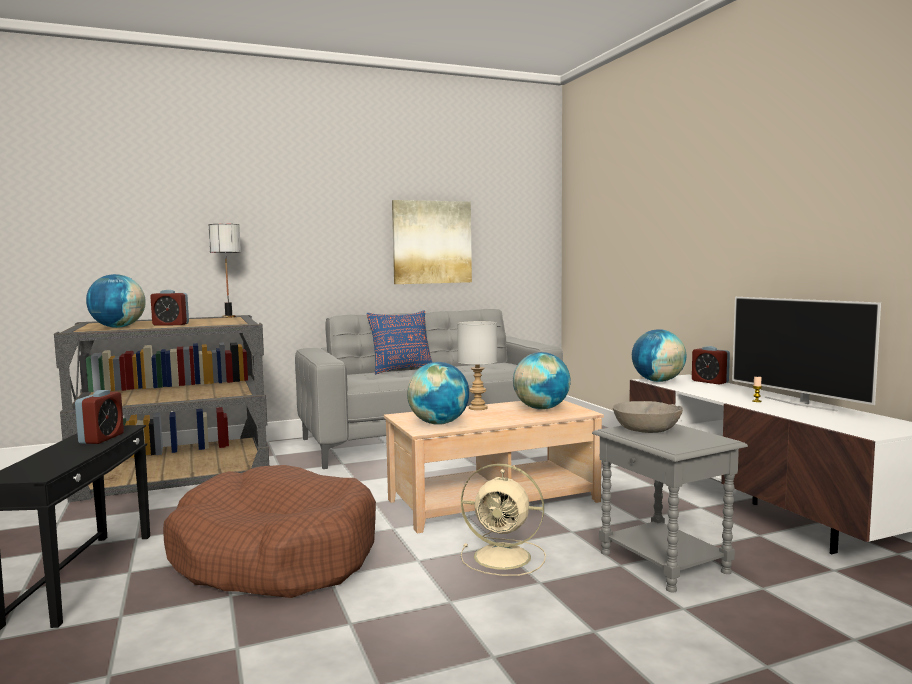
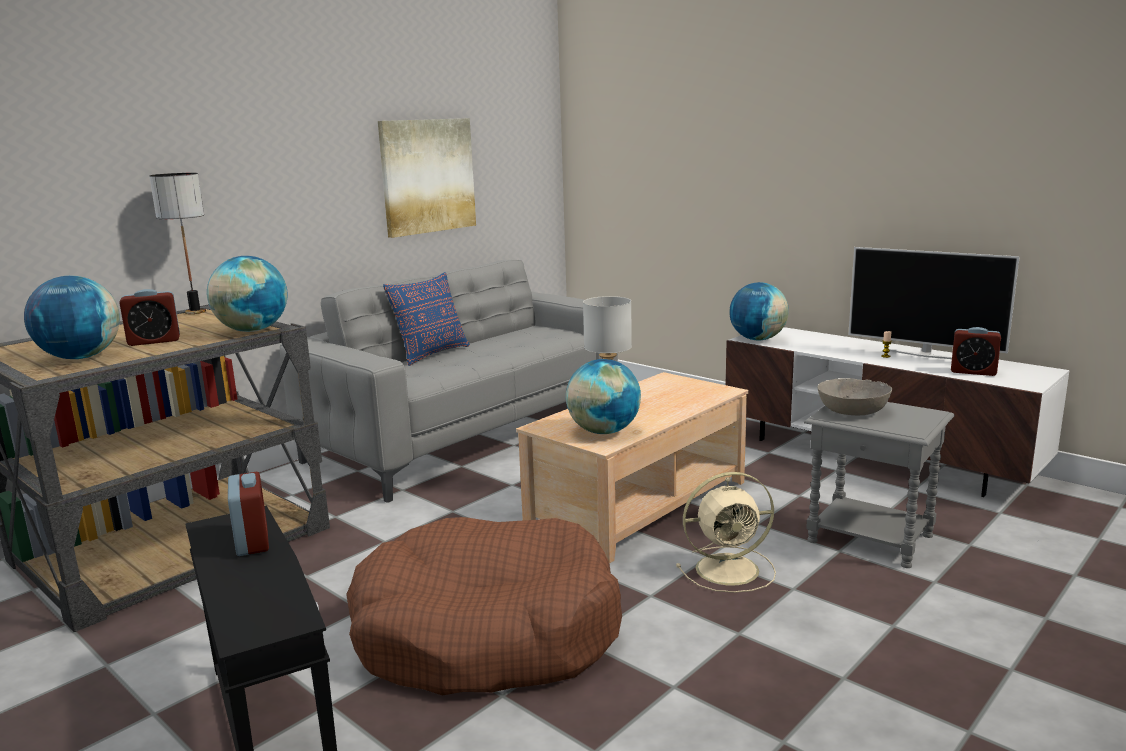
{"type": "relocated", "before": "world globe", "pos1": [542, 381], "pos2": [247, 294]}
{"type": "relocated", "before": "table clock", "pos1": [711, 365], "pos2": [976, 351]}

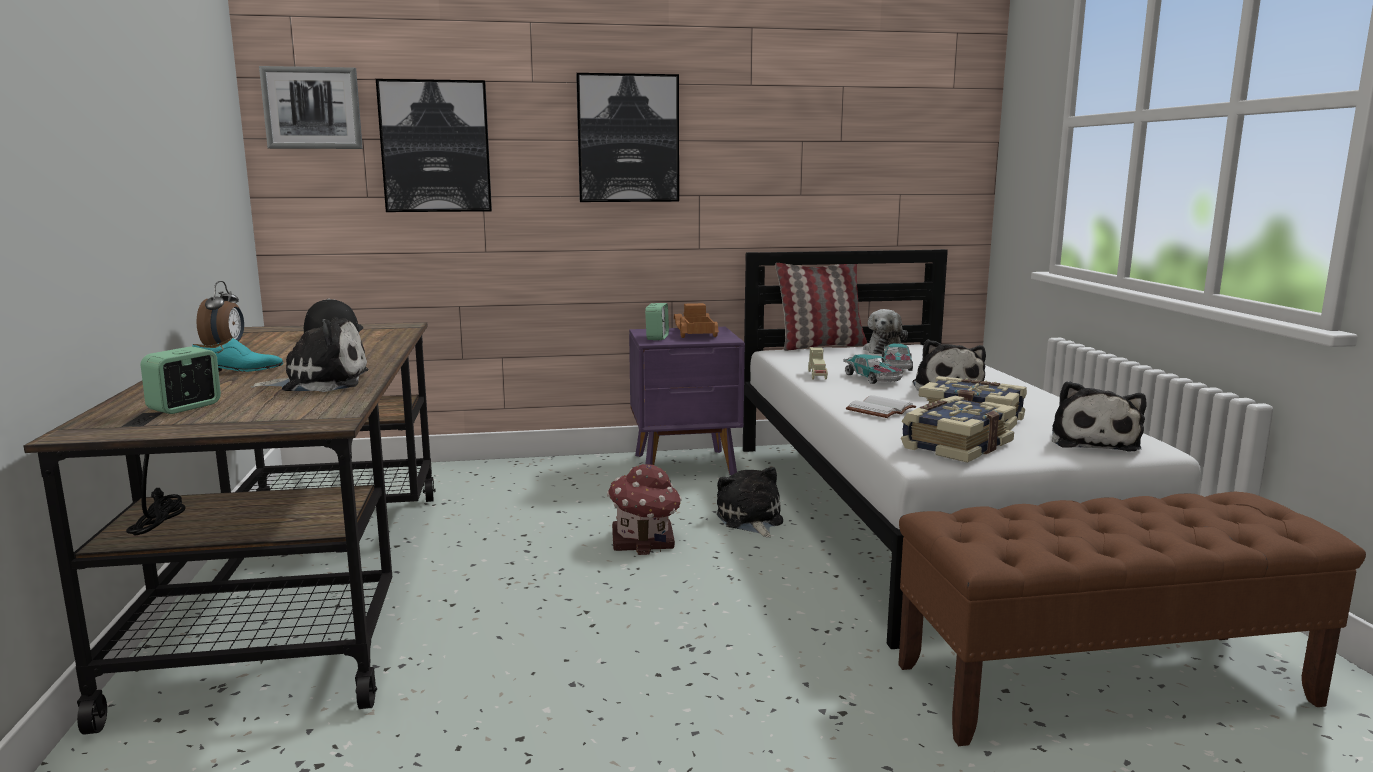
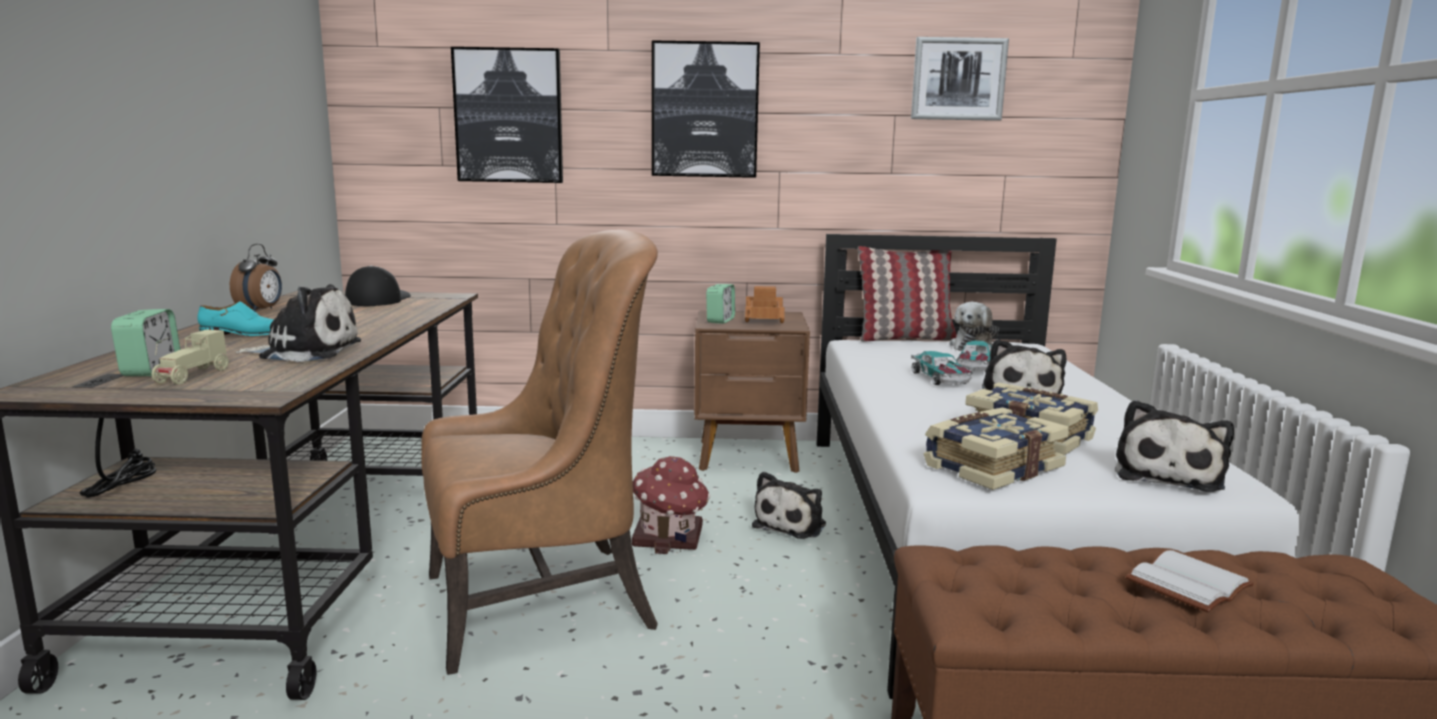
{"type": "spun", "before": "table clock", "pos1": [181, 380], "pos2": [146, 342], "turn": 135}
{"type": "relocated", "before": "sand-coloured miniature car", "pos1": [818, 363], "pos2": [190, 357]}
{"type": "appeared", "after": "brown upright chair", "pos2": [539, 452]}
{"type": "colour", "before": "purplish bedside table", "after": "brown bedside table", "pos1": [687, 401], "pos2": [752, 391]}
{"type": "spun", "before": "cuddly toy", "pos1": [750, 502], "pos2": [789, 505], "turn": -150}
{"type": "relocated", "before": "wall picture", "pos1": [311, 107], "pos2": [960, 79]}
{"type": "relocated", "before": "white bound book", "pos1": [881, 406], "pos2": [1189, 581]}

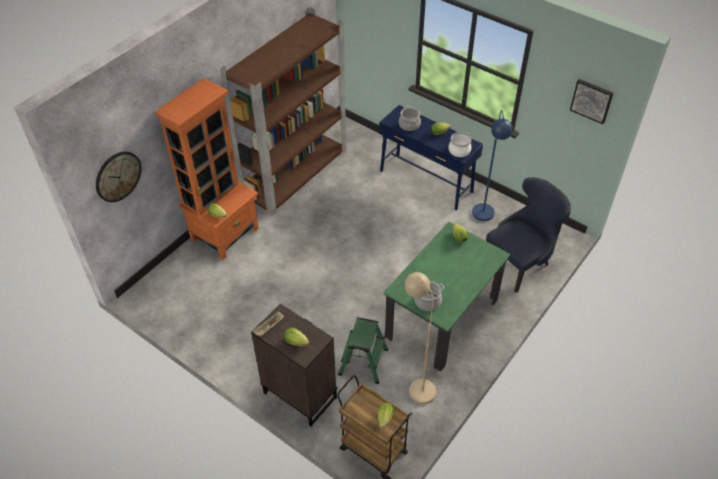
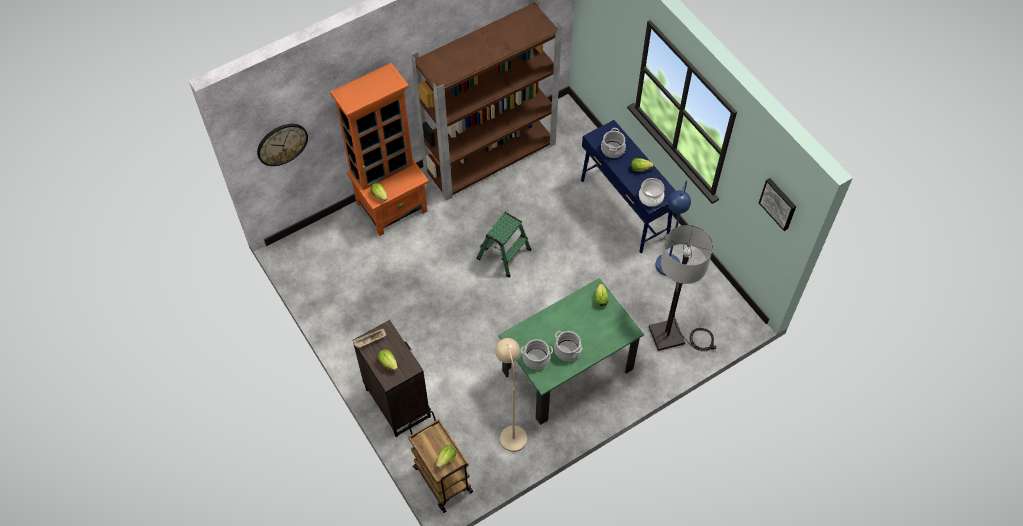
{"type": "relocated", "before": "green stepladder", "pos1": [363, 350], "pos2": [504, 245]}
{"type": "appeared", "after": "stockpot", "pos2": [568, 346]}
{"type": "exchanged", "before": "bluish upright chair", "after": "standing lamp", "pos1": [528, 235], "pos2": [682, 288]}

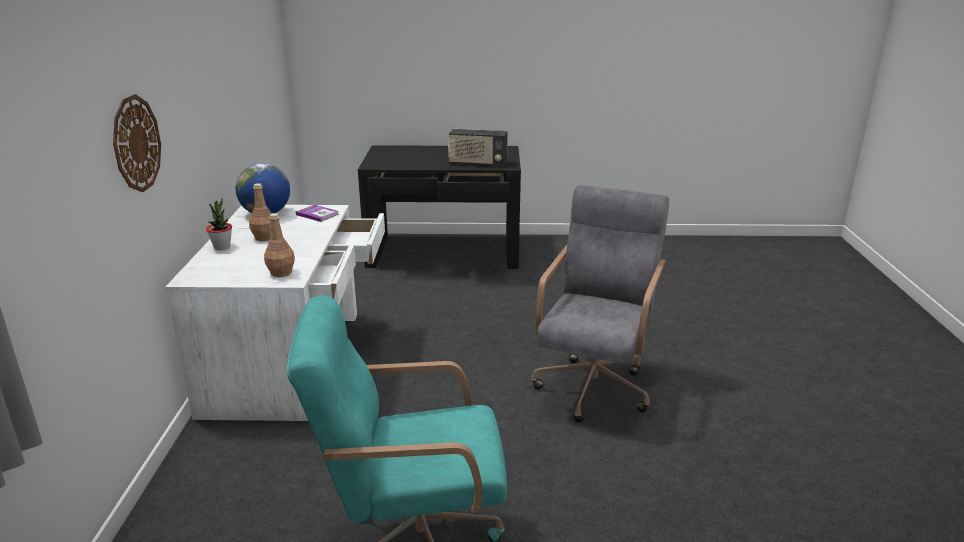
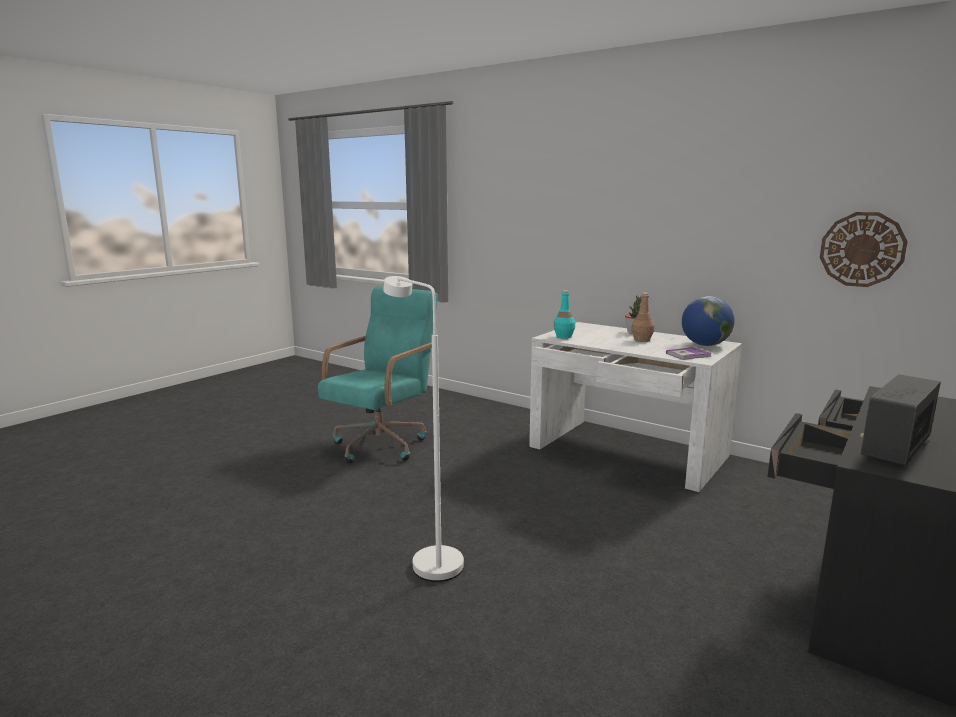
{"type": "exchanged", "before": "greyish computer chair", "after": "white standing lamp", "pos1": [600, 304], "pos2": [423, 429]}
{"type": "colour", "before": "brown drink bottle", "after": "turquoise-coloured drink bottle", "pos1": [279, 245], "pos2": [564, 314]}
{"type": "relocated", "before": "wall clock", "pos1": [137, 143], "pos2": [864, 249]}

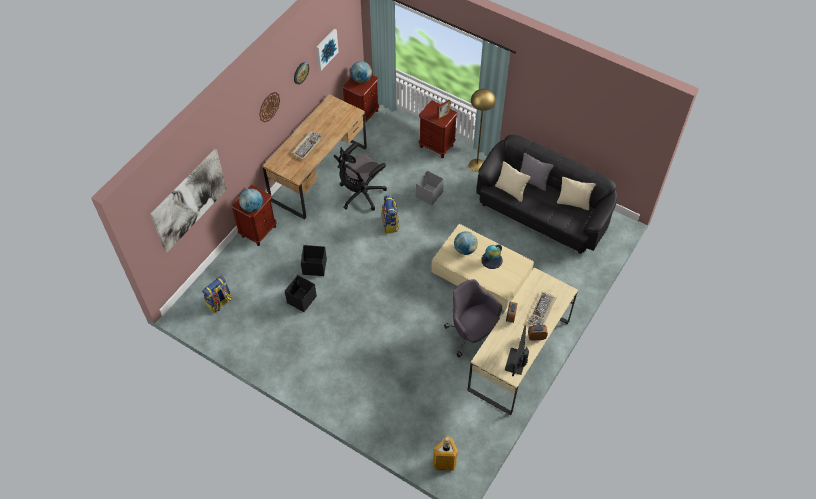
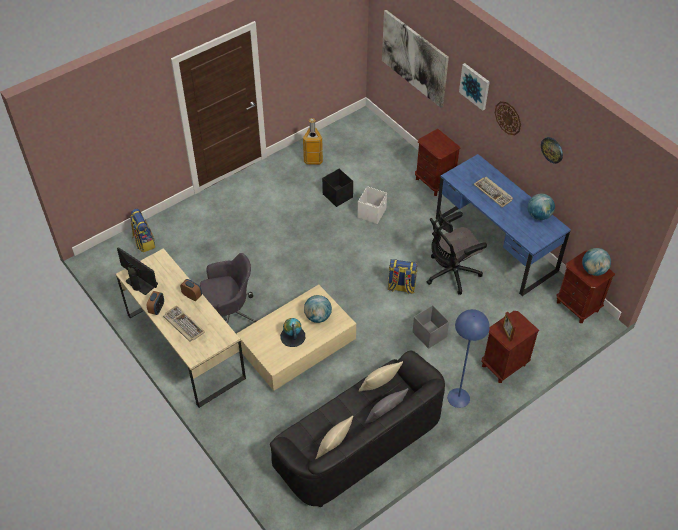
{"type": "relocated", "before": "backpack", "pos1": [217, 294], "pos2": [142, 230]}
{"type": "relocated", "before": "trash can", "pos1": [445, 453], "pos2": [313, 141]}
{"type": "colour", "before": "black-coloured storage box", "after": "white storage box", "pos1": [314, 260], "pos2": [372, 205]}
{"type": "spun", "before": "computer chair", "pos1": [360, 176], "pos2": [457, 253], "turn": -90}
{"type": "colour", "before": "brown desk table", "after": "bluish desk table", "pos1": [314, 156], "pos2": [503, 225]}
{"type": "colour", "before": "yellowish standing lamp", "after": "bluish standing lamp", "pos1": [482, 130], "pos2": [468, 358]}
{"type": "relocated", "before": "wall picture", "pos1": [327, 49], "pos2": [474, 87]}
{"type": "relocated", "before": "world globe", "pos1": [251, 200], "pos2": [541, 206]}

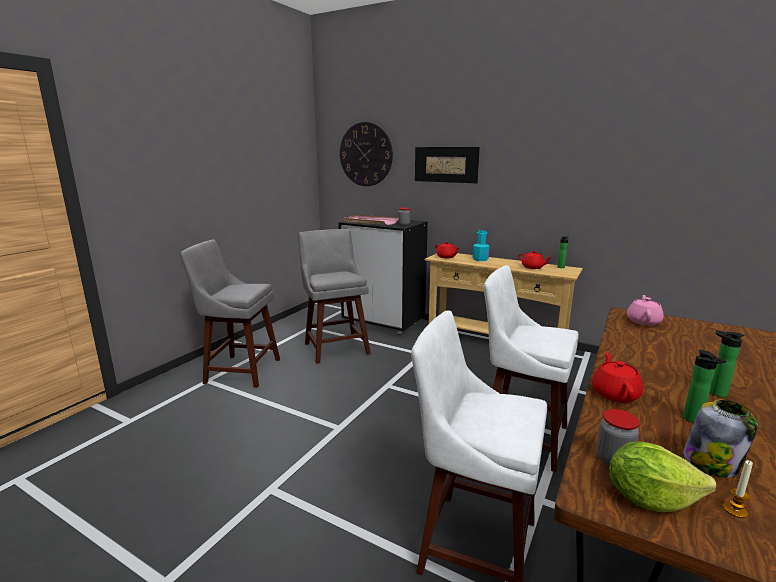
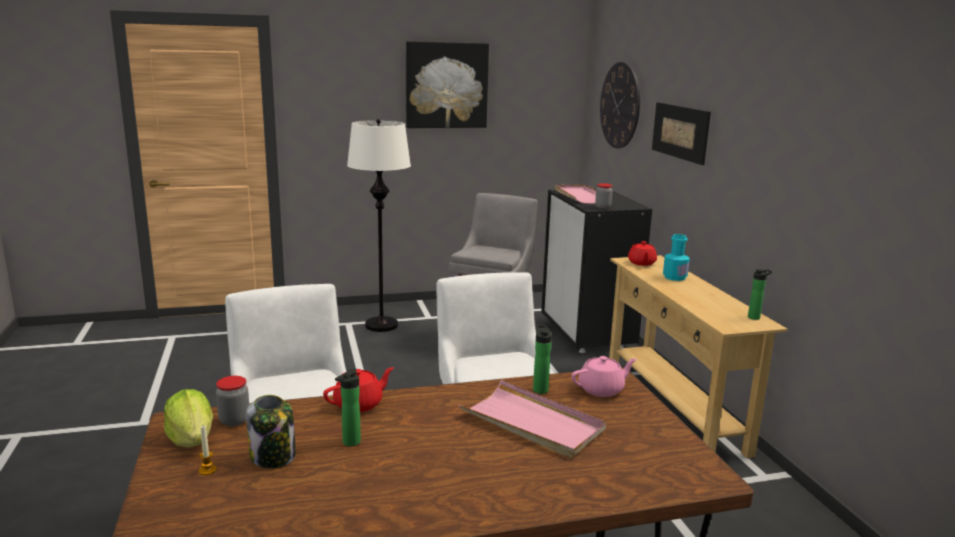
{"type": "exchanged", "before": "greyish upright chair", "after": "white standing lamp", "pos1": [230, 314], "pos2": [379, 225]}
{"type": "appeared", "after": "wall picture", "pos2": [447, 84]}
{"type": "appeared", "after": "pink serving tray", "pos2": [532, 419]}
{"type": "relocated", "before": "drink bottle", "pos1": [727, 363], "pos2": [542, 359]}
{"type": "missing", "before": "red-coloured pot for tea", "pos1": [535, 260]}

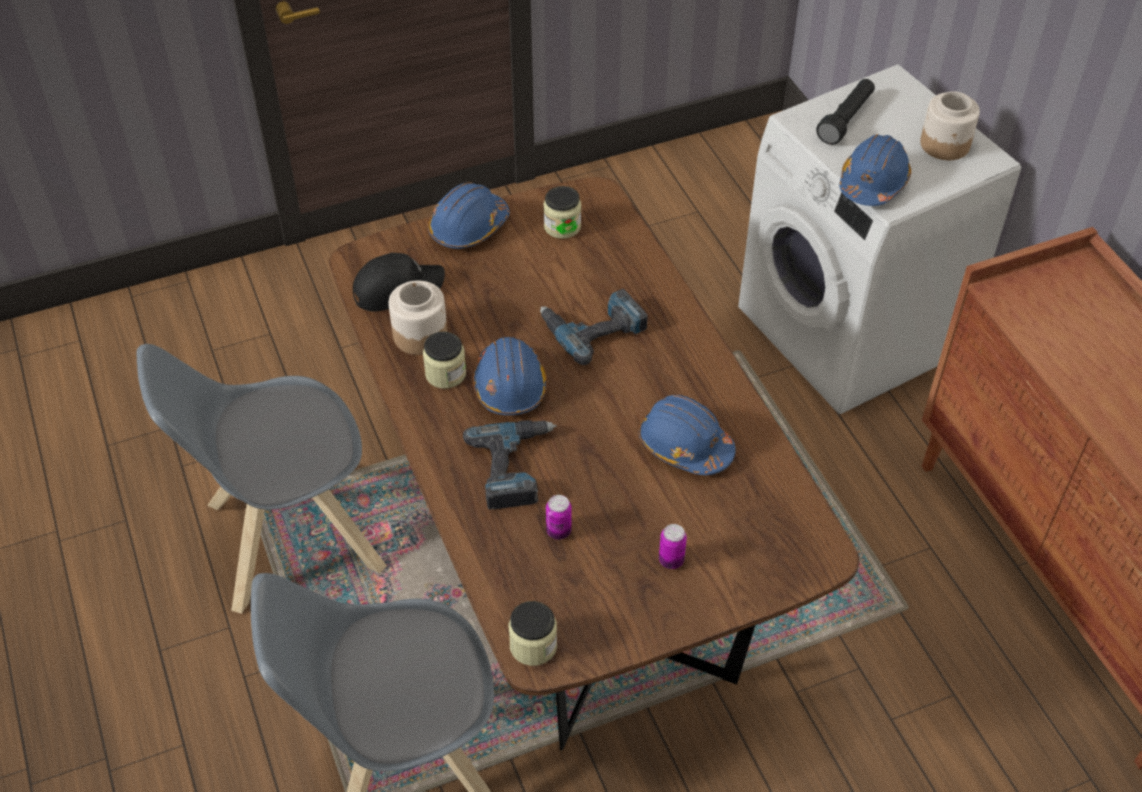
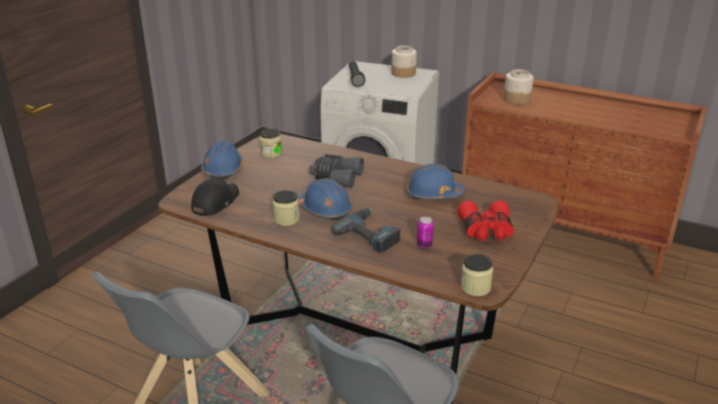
{"type": "exchanged", "before": "electric drill", "after": "greyish binoculars", "pos1": [594, 327], "pos2": [336, 171]}
{"type": "exchanged", "before": "can", "after": "red-coloured binoculars", "pos1": [673, 546], "pos2": [485, 220]}
{"type": "relocated", "before": "storage jar", "pos1": [418, 318], "pos2": [519, 87]}
{"type": "missing", "before": "bluish safety helmet", "pos1": [875, 170]}

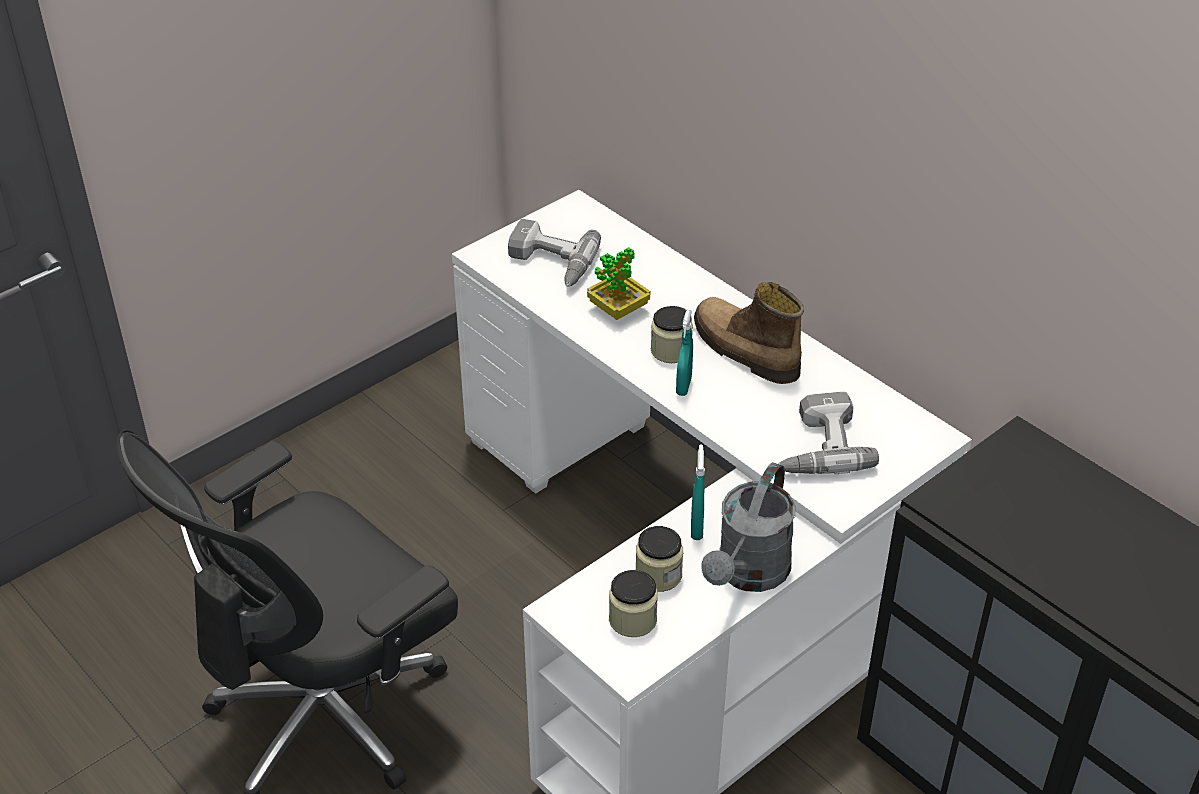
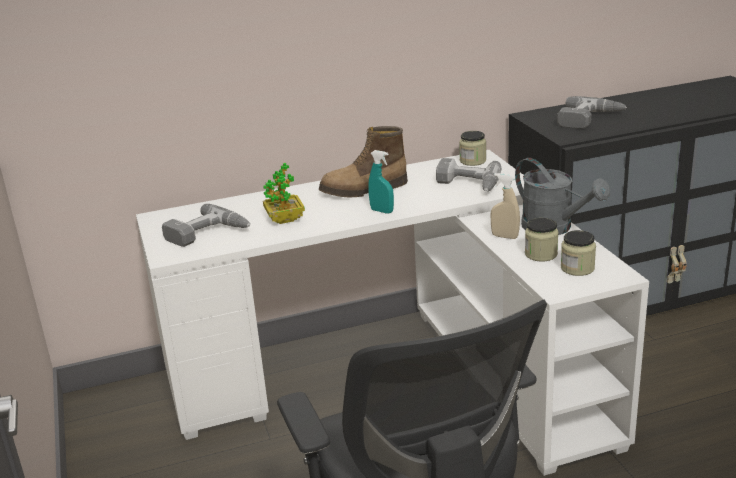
{"type": "relocated", "before": "storage jar", "pos1": [672, 334], "pos2": [472, 148]}
{"type": "colour", "before": "turquoise-coloured spray bottle", "after": "sand-coloured spray bottle", "pos1": [698, 492], "pos2": [505, 206]}
{"type": "appeared", "after": "electric drill", "pos2": [592, 112]}

